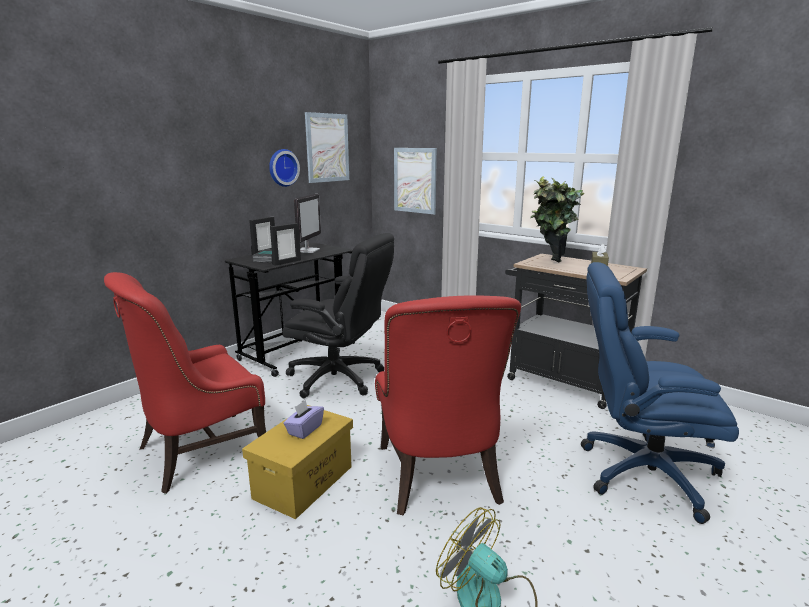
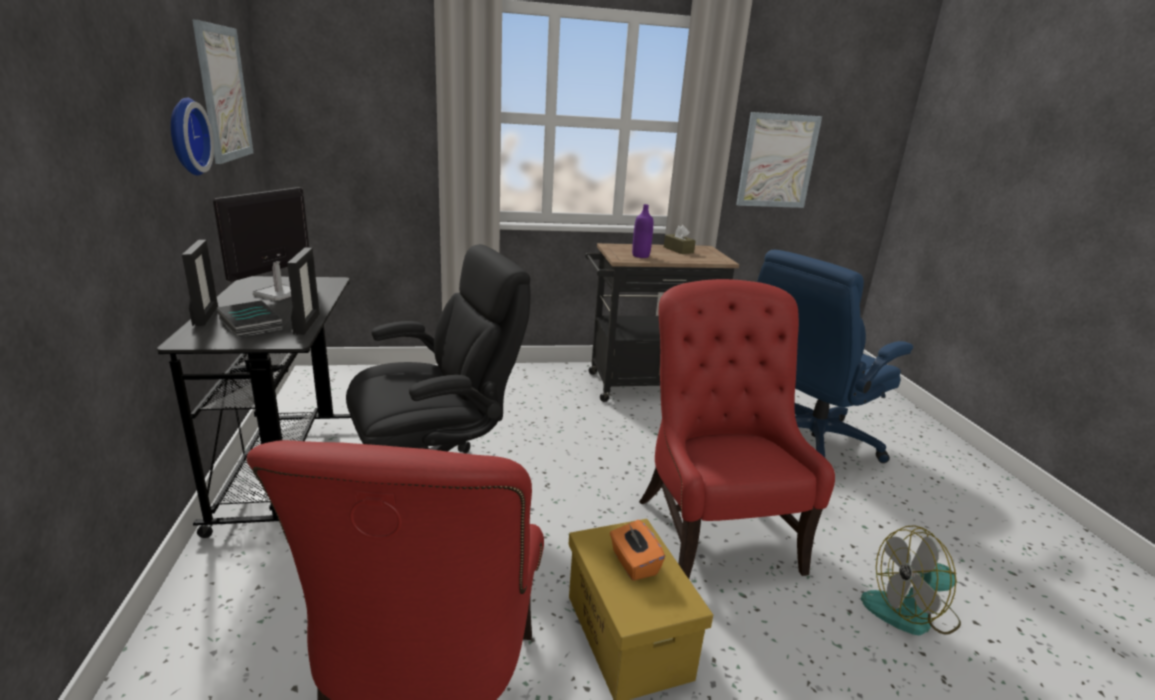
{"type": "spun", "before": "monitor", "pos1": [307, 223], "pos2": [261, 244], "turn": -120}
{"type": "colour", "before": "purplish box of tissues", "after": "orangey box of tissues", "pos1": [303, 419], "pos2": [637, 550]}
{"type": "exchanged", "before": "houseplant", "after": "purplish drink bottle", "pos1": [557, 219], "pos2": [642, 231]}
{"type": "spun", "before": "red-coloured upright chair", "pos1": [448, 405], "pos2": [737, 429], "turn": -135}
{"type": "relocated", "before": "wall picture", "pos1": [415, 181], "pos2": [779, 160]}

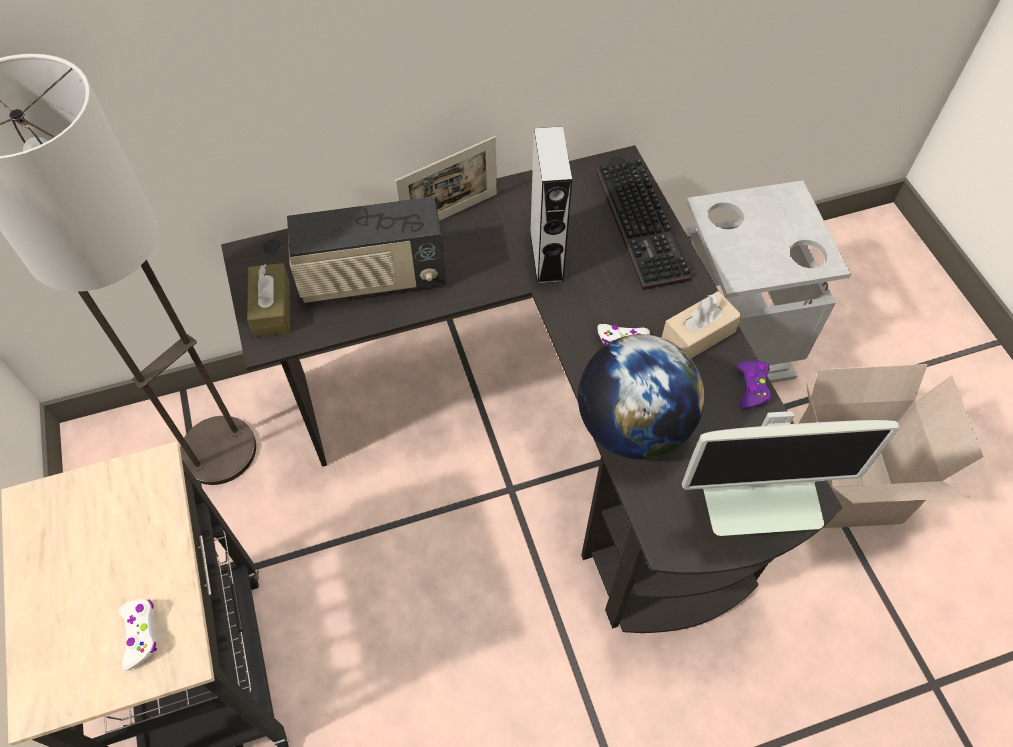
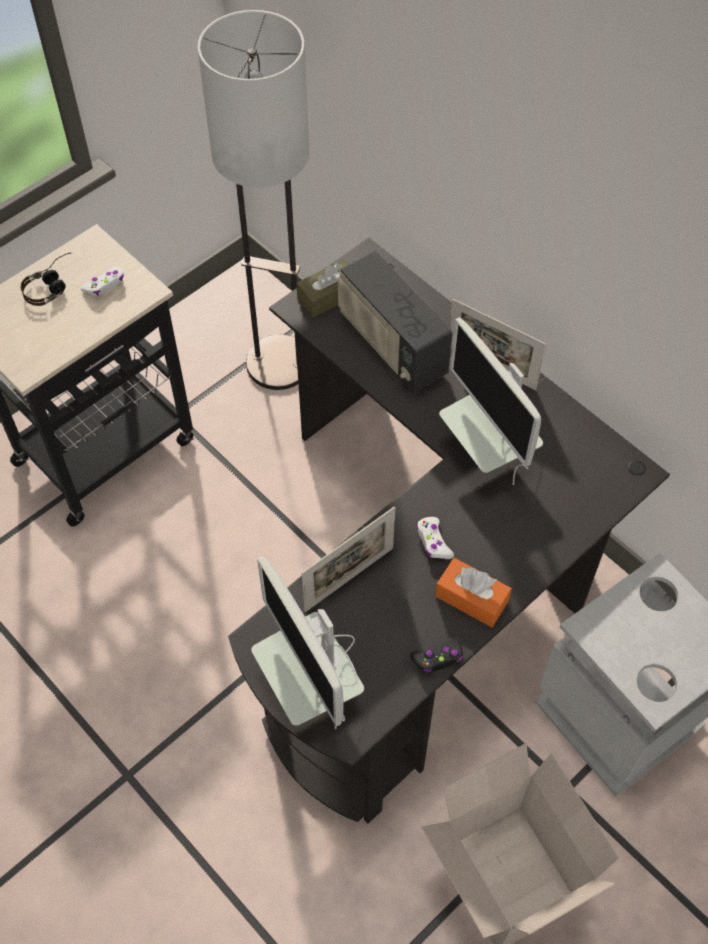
{"type": "appeared", "after": "headset", "pos2": [46, 279]}
{"type": "relocated", "before": "white game controller", "pos1": [138, 634], "pos2": [102, 281]}
{"type": "exchanged", "before": "world globe", "after": "photo frame", "pos1": [641, 396], "pos2": [348, 559]}
{"type": "colour", "before": "purplish game controller", "after": "black-coloured game controller", "pos1": [754, 384], "pos2": [436, 655]}
{"type": "colour", "before": "sand-coloured box of tissues", "after": "orangey box of tissues", "pos1": [702, 324], "pos2": [473, 592]}
{"type": "exchanged", "before": "greyish speaker", "after": "monitor", "pos1": [551, 205], "pos2": [491, 401]}
{"type": "missing", "before": "keyboard", "pos1": [643, 224]}

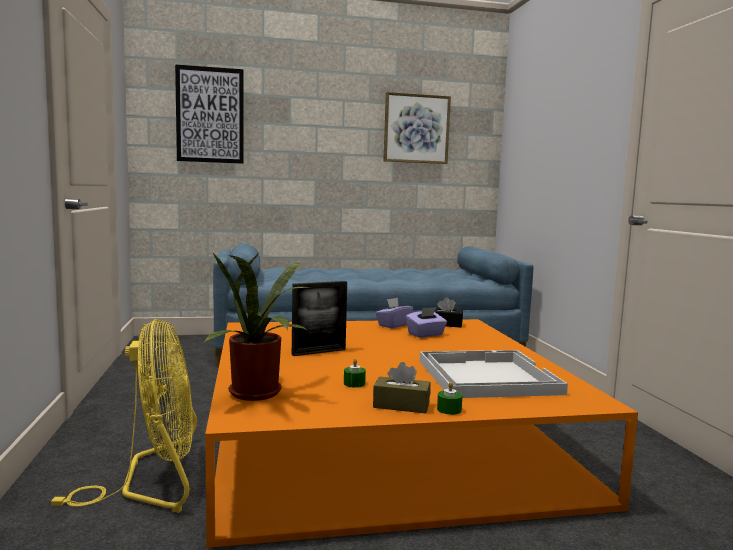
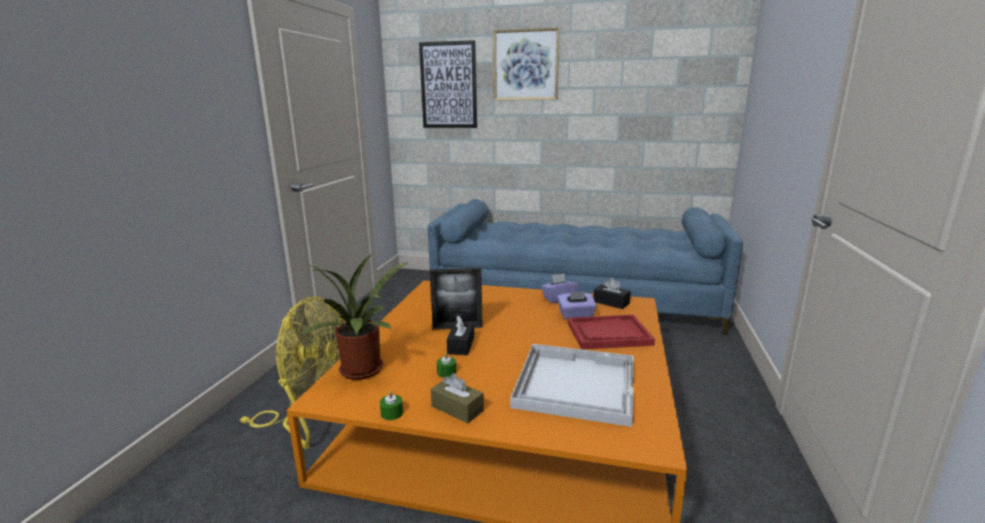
{"type": "relocated", "before": "green wax candle", "pos1": [449, 398], "pos2": [391, 405]}
{"type": "appeared", "after": "black-coloured box of tissues", "pos2": [460, 335]}
{"type": "relocated", "before": "wall picture", "pos1": [417, 128], "pos2": [526, 63]}
{"type": "appeared", "after": "red-coloured serving tray", "pos2": [611, 332]}

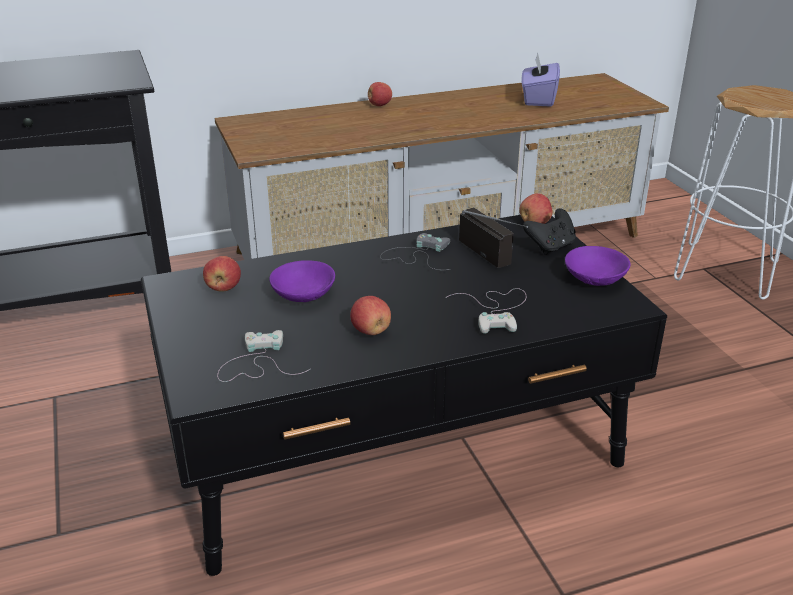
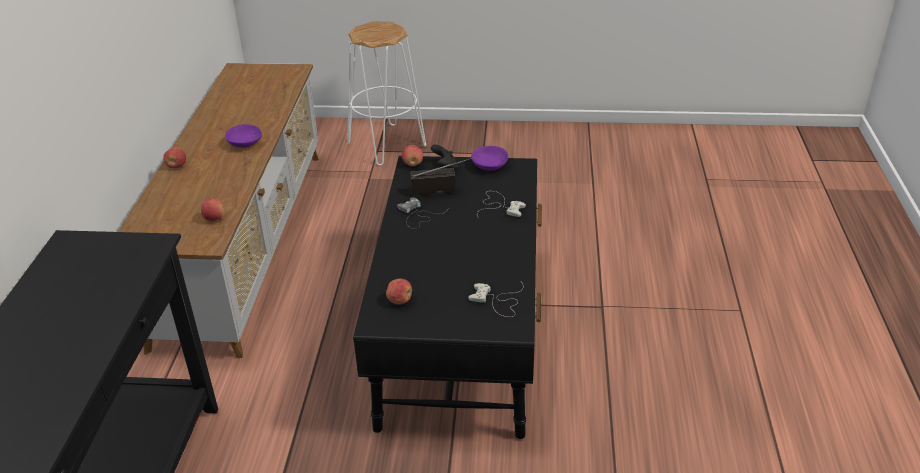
{"type": "relocated", "before": "apple fruit", "pos1": [370, 315], "pos2": [212, 209]}
{"type": "relocated", "before": "purplish bowl", "pos1": [302, 281], "pos2": [243, 136]}
{"type": "missing", "before": "purplish box of tissues", "pos1": [540, 80]}

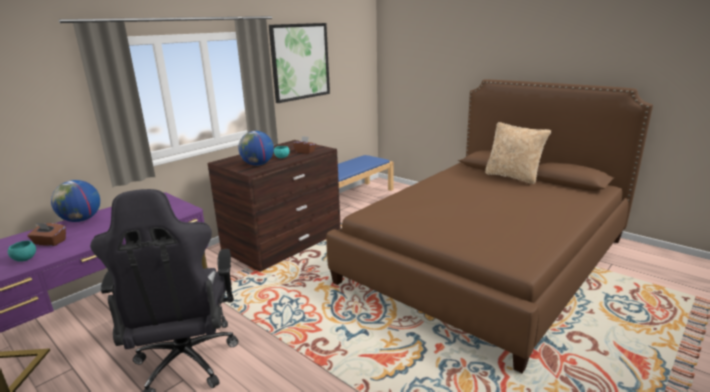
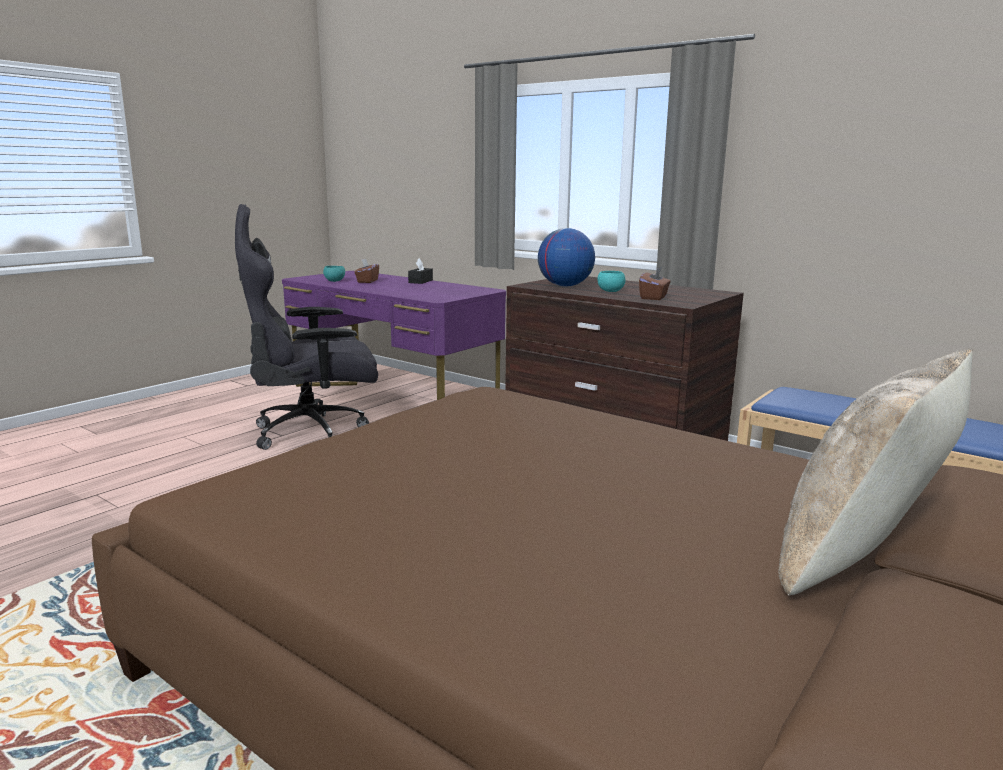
{"type": "exchanged", "before": "world globe", "after": "black-coloured box of tissues", "pos1": [75, 201], "pos2": [420, 271]}
{"type": "missing", "before": "wall picture", "pos1": [299, 63]}

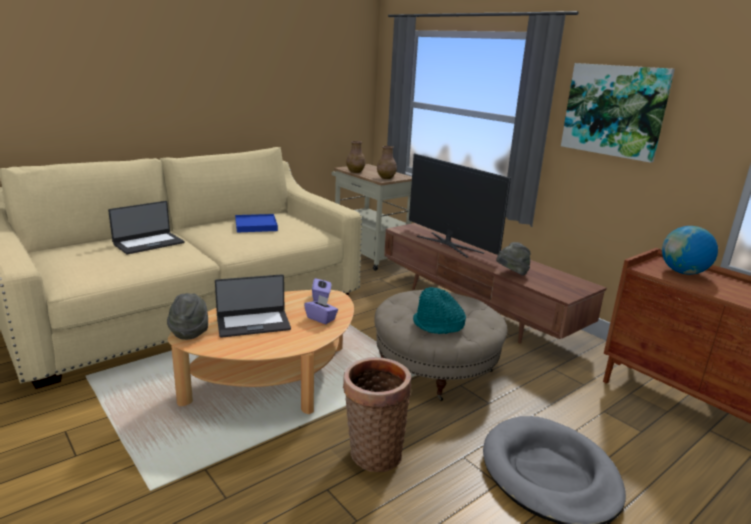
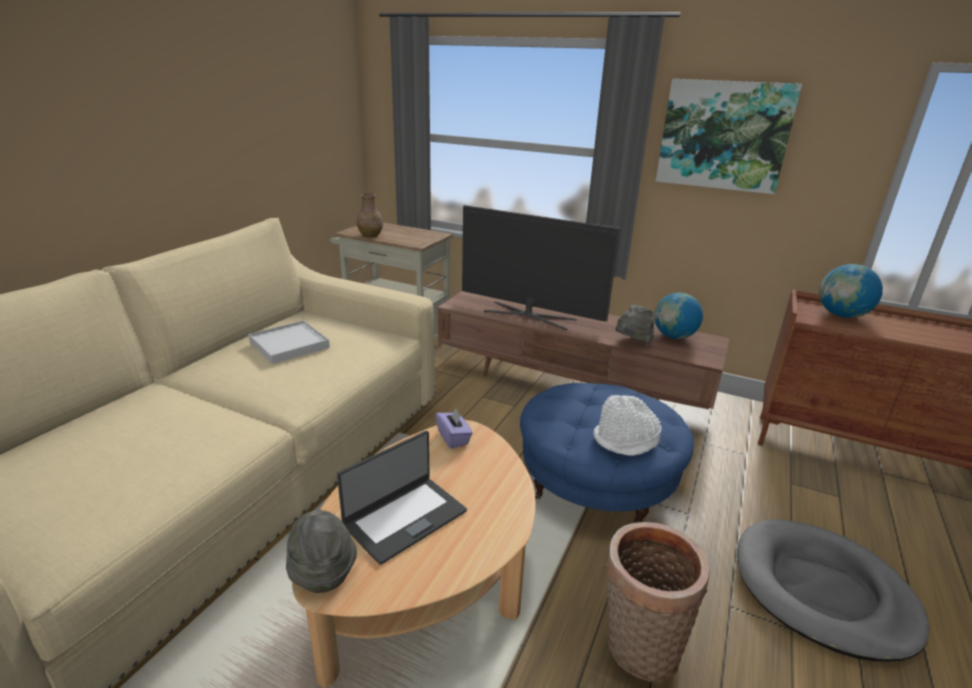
{"type": "colour", "before": "bluish serving tray", "after": "white serving tray", "pos1": [256, 223], "pos2": [289, 342]}
{"type": "colour", "before": "sand-coloured footrest", "after": "bluish footrest", "pos1": [441, 345], "pos2": [607, 453]}
{"type": "colour", "before": "turquoise-coloured clothing hat", "after": "white clothing hat", "pos1": [439, 310], "pos2": [627, 425]}
{"type": "appeared", "after": "world globe", "pos2": [678, 316]}
{"type": "missing", "before": "portable computer", "pos1": [146, 227]}
{"type": "missing", "before": "purplish box of tissues", "pos1": [321, 309]}
{"type": "missing", "before": "brown flower vase", "pos1": [387, 162]}

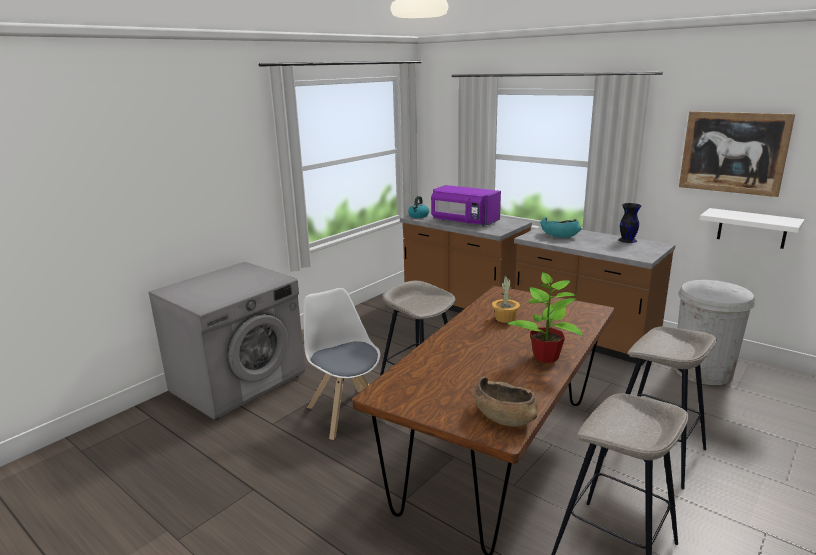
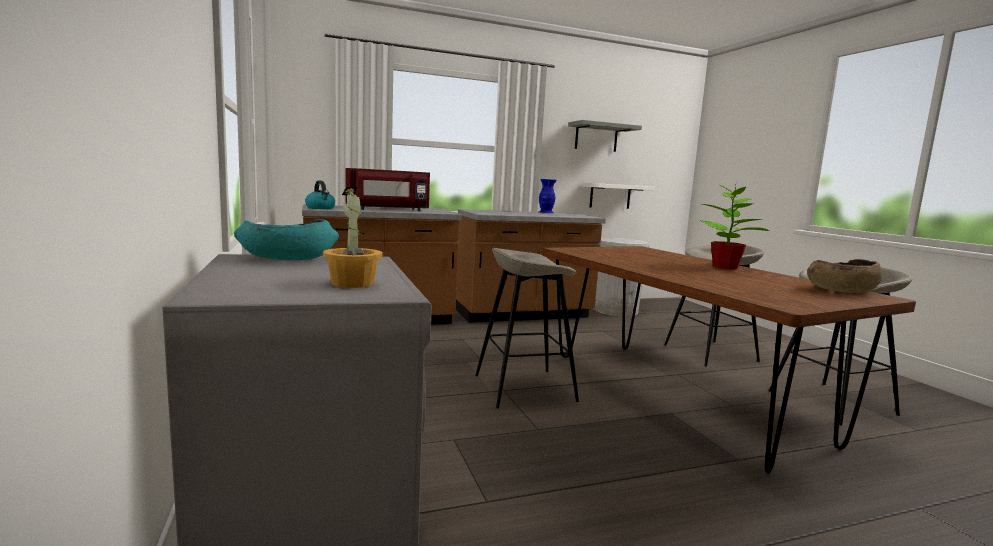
{"type": "relocated", "before": "turquoise-coloured bowl", "pos1": [561, 227], "pos2": [286, 239]}
{"type": "relocated", "before": "houseplant", "pos1": [506, 299], "pos2": [352, 237]}
{"type": "colour", "before": "purplish microwave", "after": "red-coloured microwave", "pos1": [466, 205], "pos2": [388, 189]}
{"type": "colour", "before": "black-coloured flower vase", "after": "bluish flower vase", "pos1": [629, 223], "pos2": [547, 196]}
{"type": "exchanged", "before": "wall picture", "after": "greyish bracket shelf", "pos1": [737, 154], "pos2": [605, 136]}
{"type": "missing", "before": "upright chair", "pos1": [345, 364]}

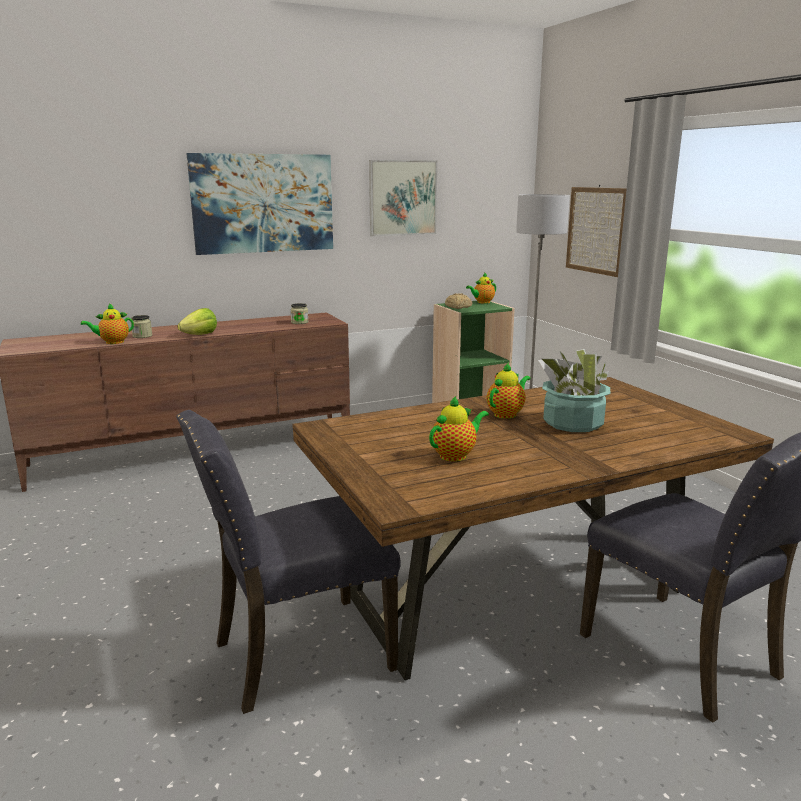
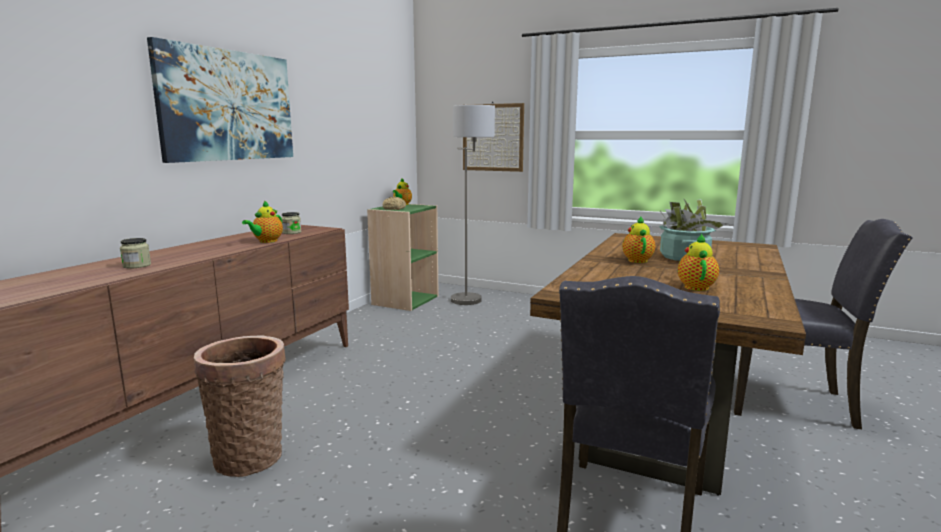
{"type": "appeared", "after": "basket", "pos2": [240, 406]}
{"type": "relocated", "before": "pot for tea", "pos1": [107, 323], "pos2": [262, 221]}
{"type": "missing", "before": "head of lettuce", "pos1": [197, 321]}
{"type": "missing", "before": "wall picture", "pos1": [403, 198]}

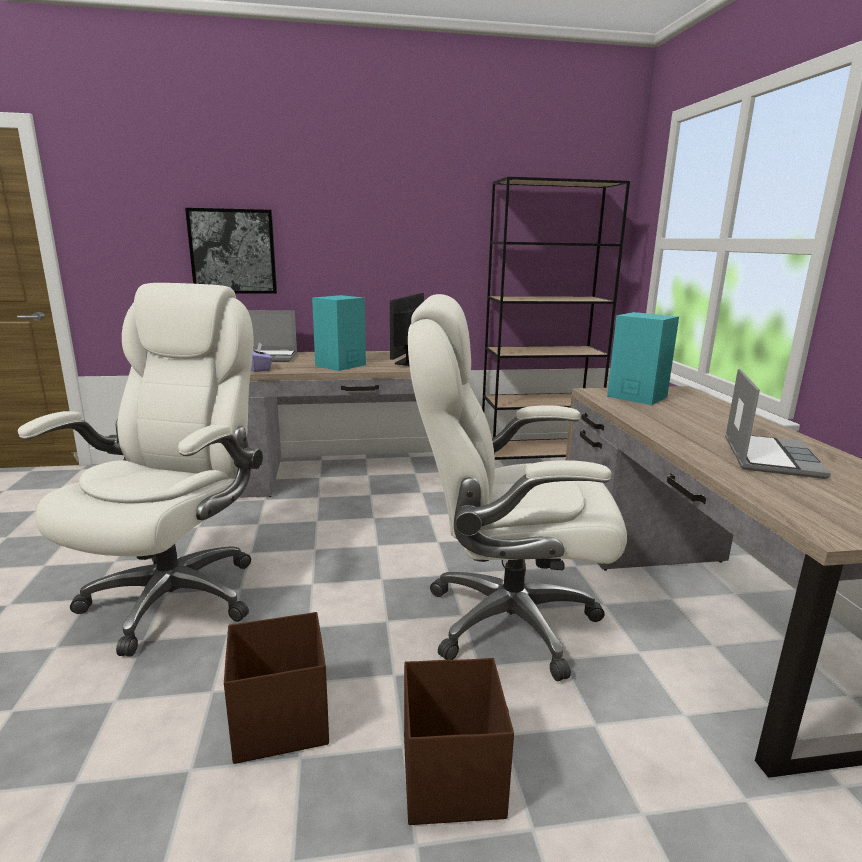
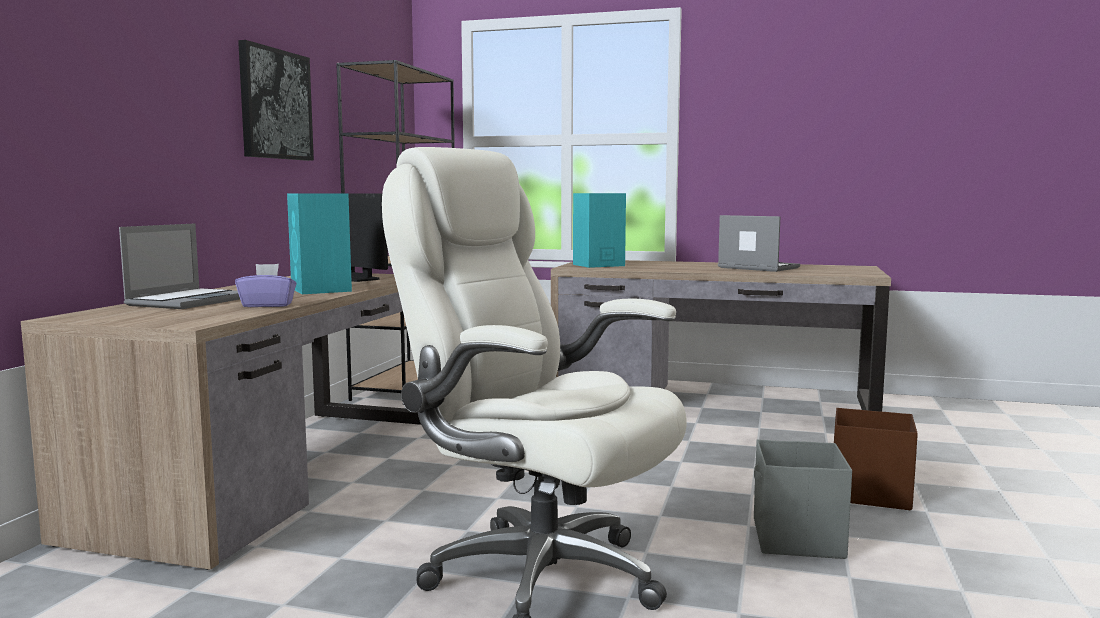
{"type": "relocated", "before": "wall picture", "pos1": [231, 251], "pos2": [276, 100]}
{"type": "colour", "before": "brown storage box", "after": "greyish storage box", "pos1": [276, 688], "pos2": [803, 499]}
{"type": "missing", "before": "white computer chair", "pos1": [517, 487]}

